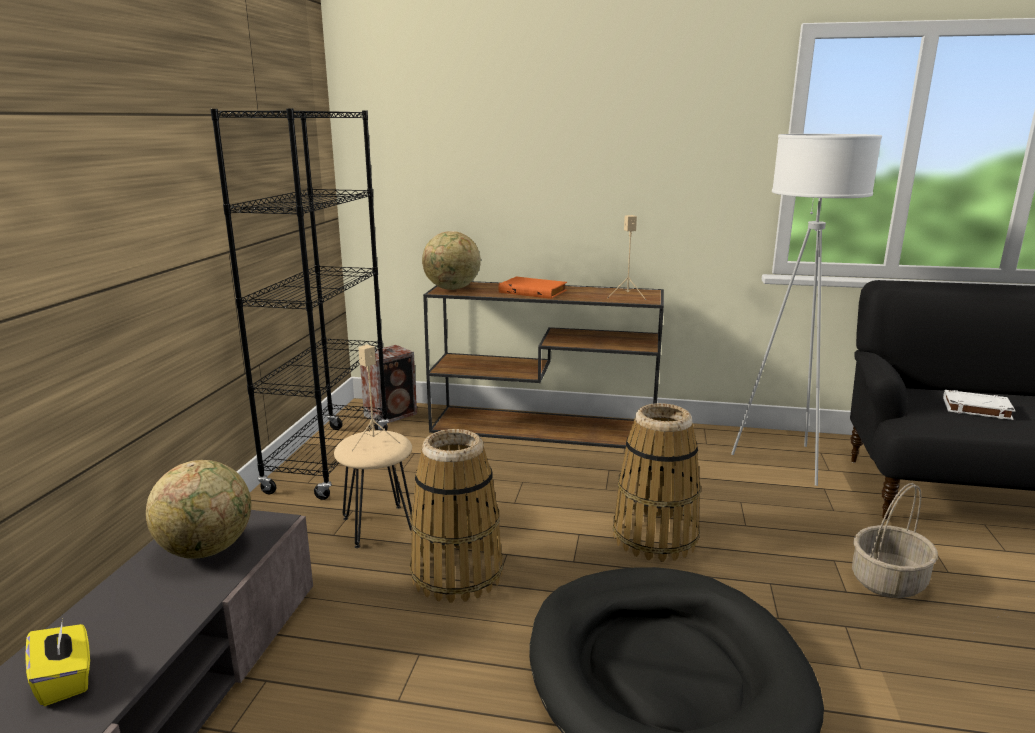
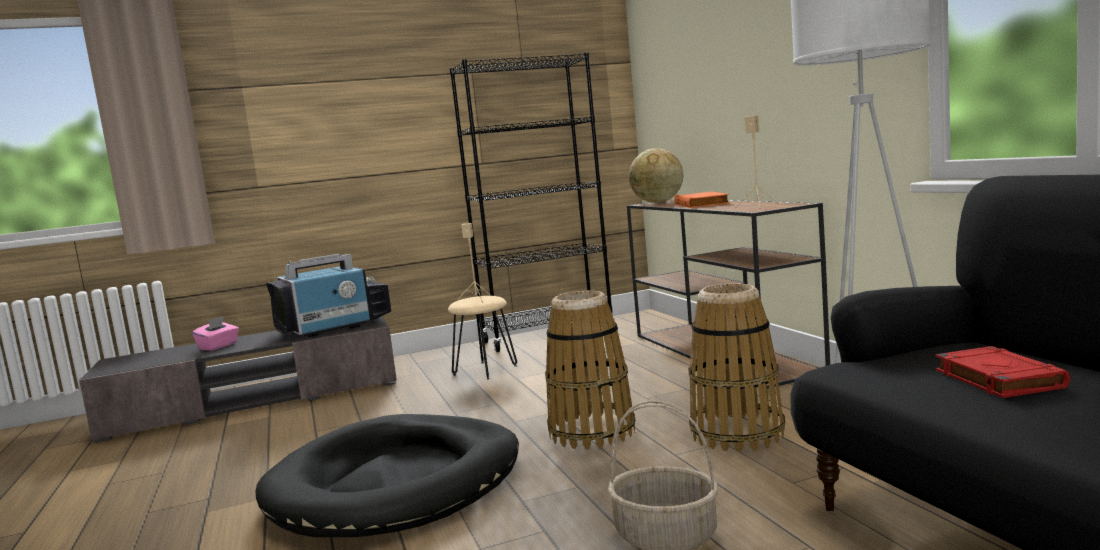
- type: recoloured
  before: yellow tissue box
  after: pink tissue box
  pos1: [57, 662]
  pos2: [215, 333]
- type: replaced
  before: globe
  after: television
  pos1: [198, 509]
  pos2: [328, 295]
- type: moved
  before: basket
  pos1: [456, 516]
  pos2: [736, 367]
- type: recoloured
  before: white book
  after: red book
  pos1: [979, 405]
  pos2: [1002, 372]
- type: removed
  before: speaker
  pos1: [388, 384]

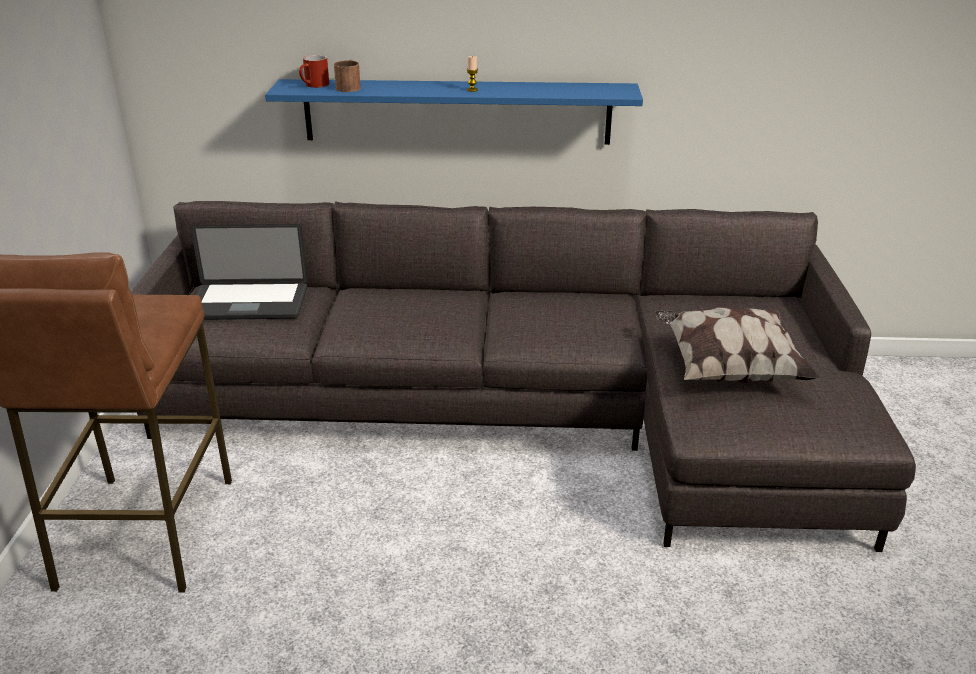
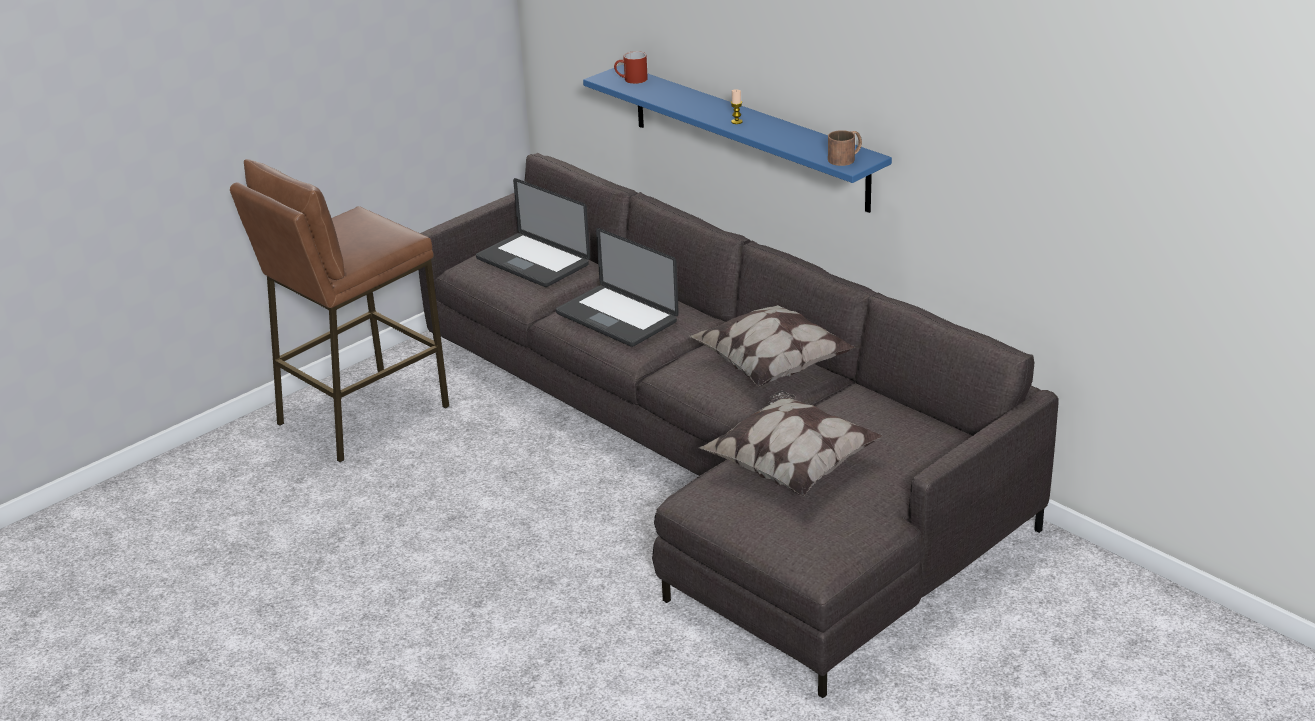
- type: added
  after: laptop
  pos2: [617, 287]
- type: added
  after: pillow
  pos2: [772, 345]
- type: moved
  before: brown mug
  pos1: [347, 76]
  pos2: [845, 148]

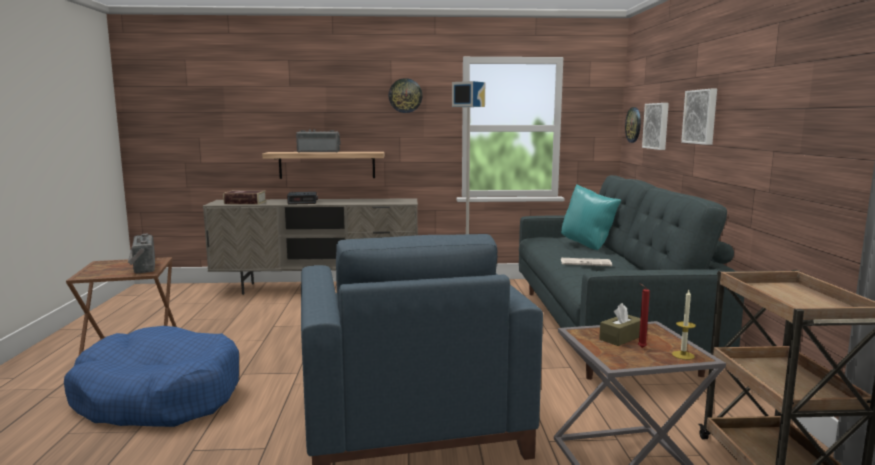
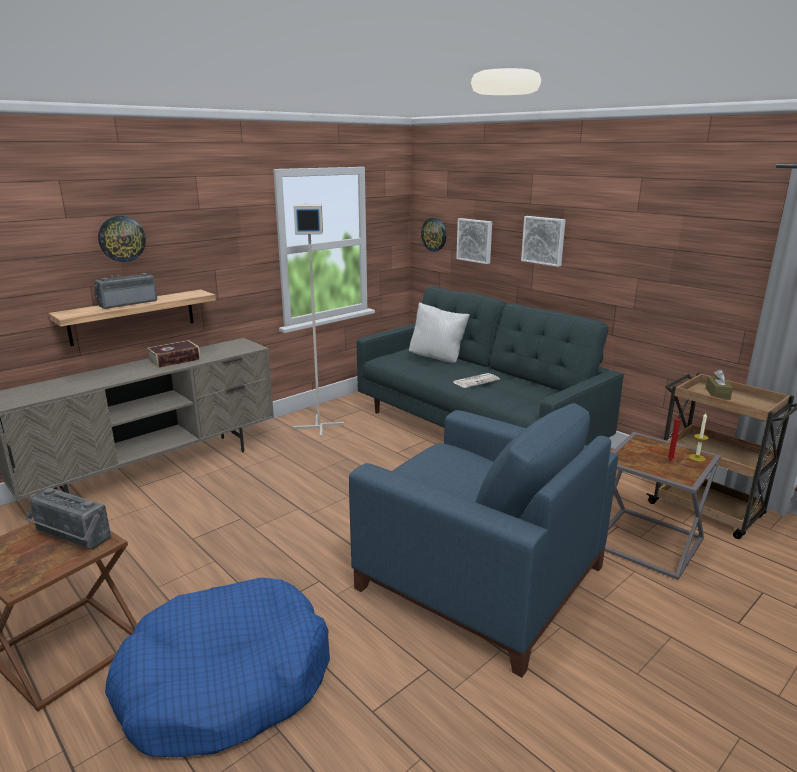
- type: moved
  before: wall clock
  pos1: [405, 95]
  pos2: [122, 239]
- type: moved
  before: book
  pos1: [244, 197]
  pos2: [174, 354]
- type: recoloured
  before: turquoise pillow
  after: white pillow
  pos1: [591, 217]
  pos2: [439, 332]
- type: moved
  before: brown tissue box
  pos1: [620, 324]
  pos2: [719, 384]
- type: removed
  before: alarm clock
  pos1: [302, 198]

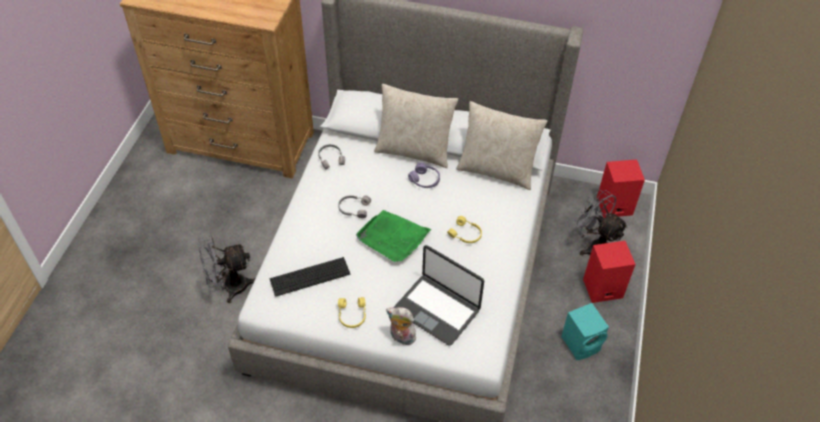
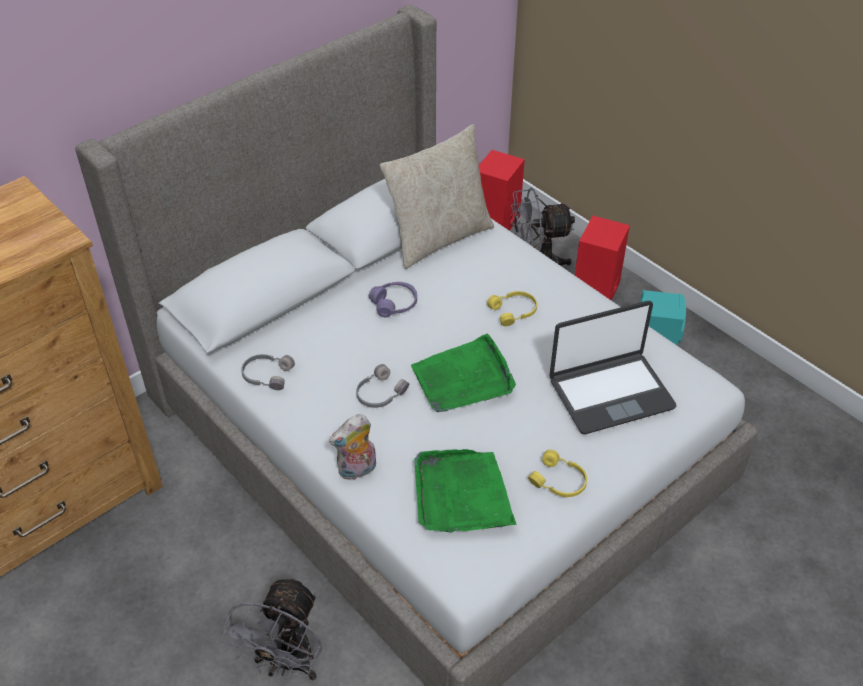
- type: moved
  before: plush toy
  pos1: [402, 326]
  pos2: [352, 447]
- type: replaced
  before: keyboard
  after: green tray
  pos1: [310, 277]
  pos2: [465, 491]
- type: removed
  before: beige pillow
  pos1: [416, 126]

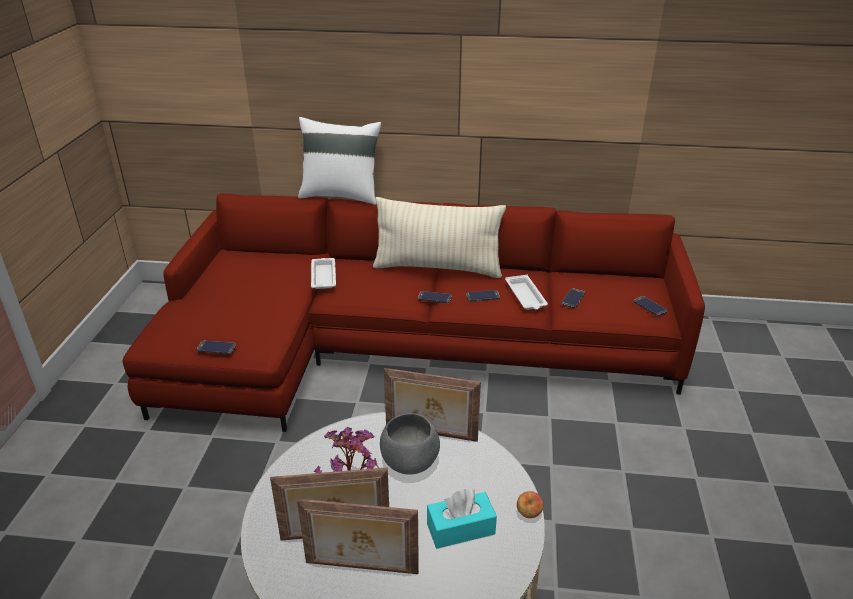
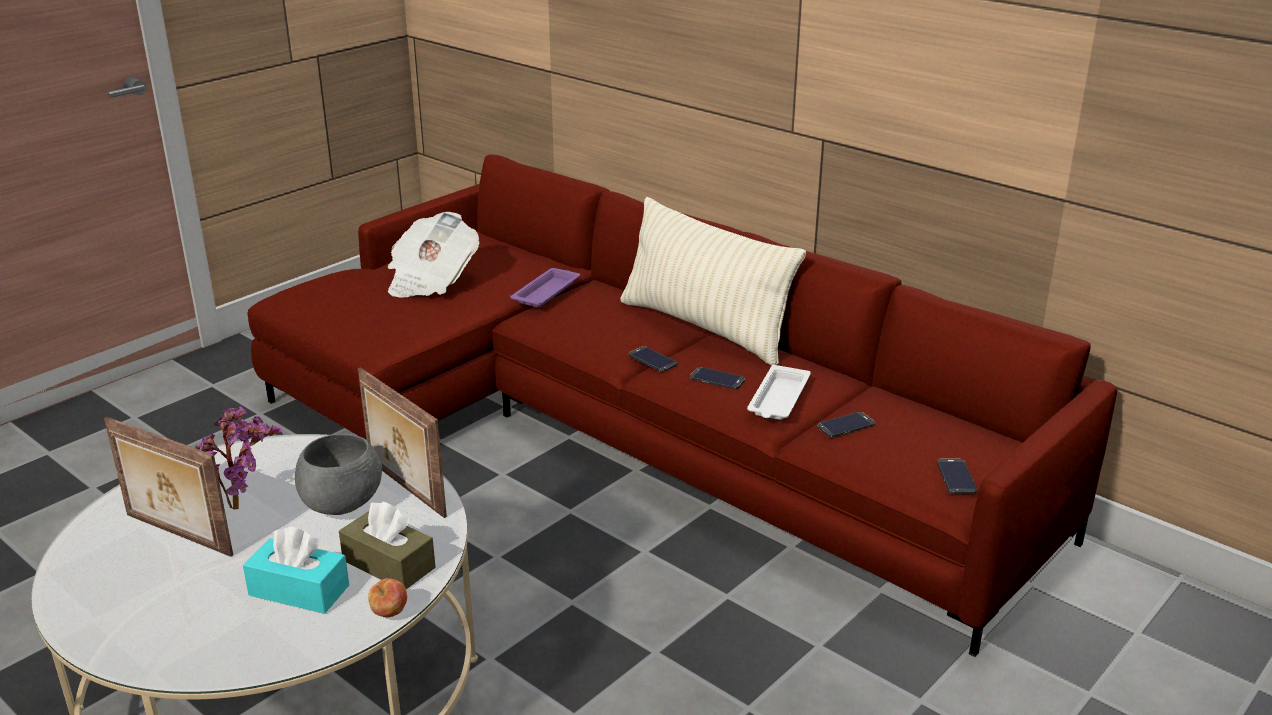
- type: added
  after: brown tissue box
  pos2: [387, 545]
- type: added
  after: newspaper
  pos2: [433, 255]
- type: recoloured
  before: white tray
  after: purple tray
  pos1: [323, 273]
  pos2: [545, 287]
- type: removed
  before: phone
  pos1: [216, 347]
- type: removed
  before: picture frame
  pos1: [358, 536]
- type: removed
  before: white pillow
  pos1: [339, 161]

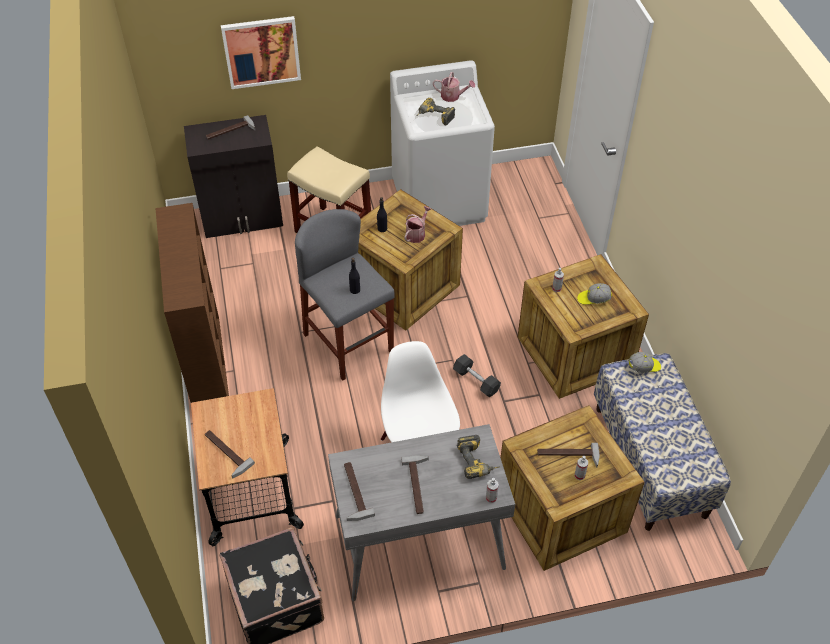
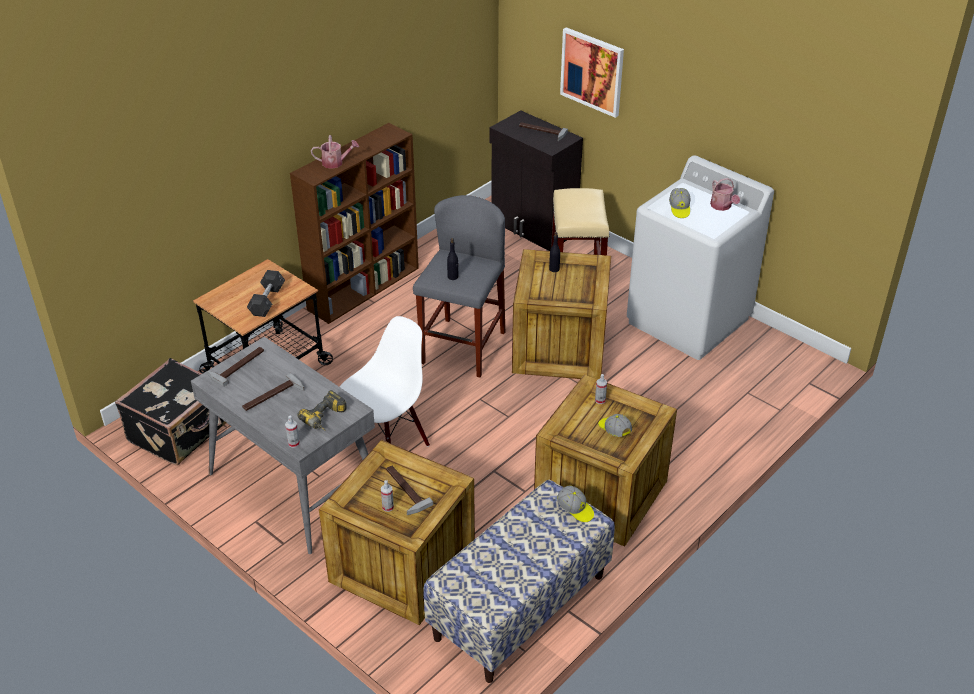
- type: moved
  before: grey dumbbell
  pos1: [477, 375]
  pos2: [266, 293]
- type: moved
  before: watering can
  pos1: [418, 224]
  pos2: [335, 152]
- type: replaced
  before: power drill
  after: cap
  pos1: [436, 112]
  pos2: [679, 203]
- type: removed
  before: hammer
  pos1: [230, 454]

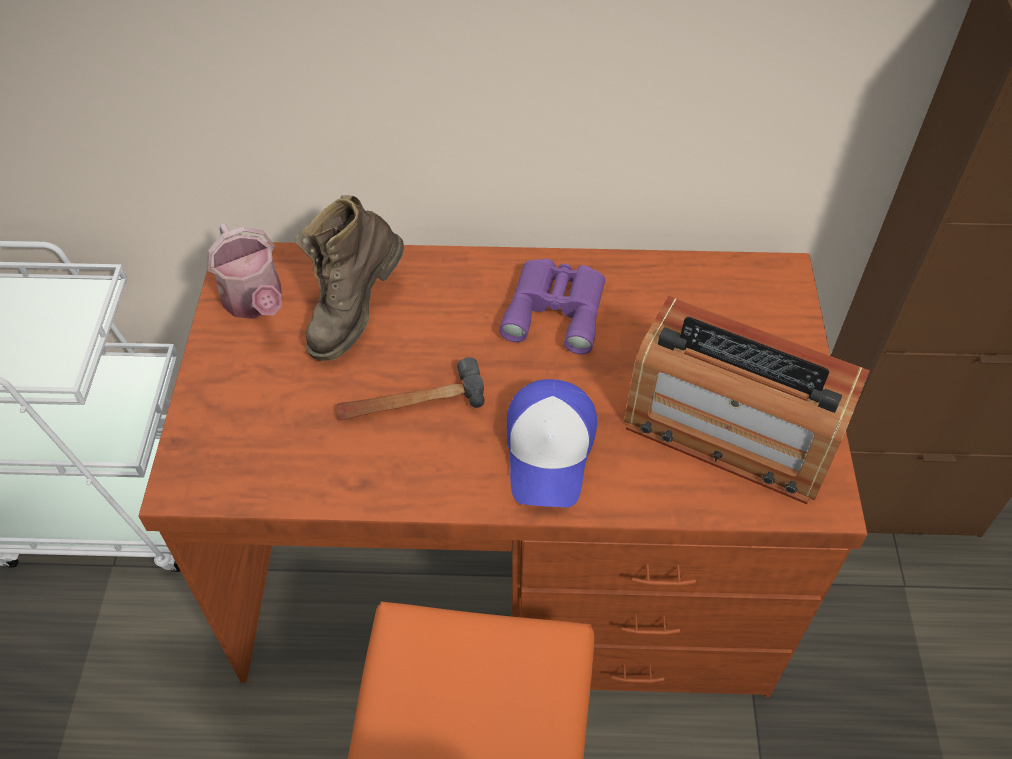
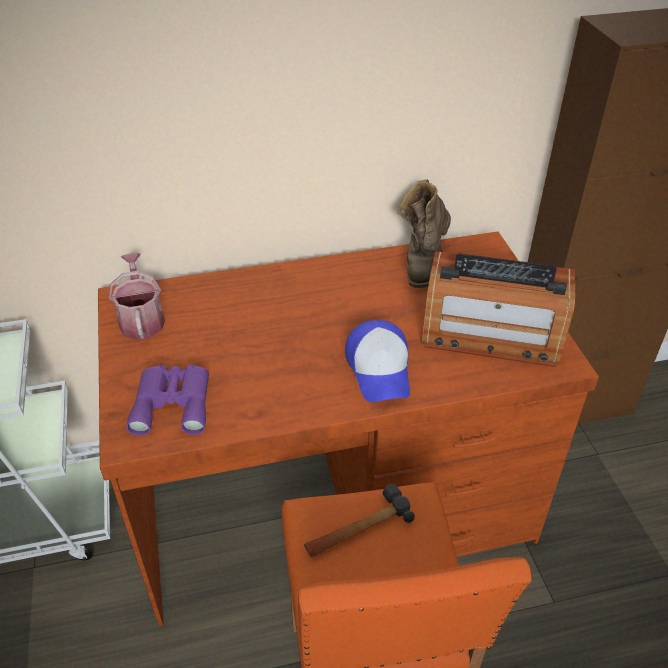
- type: turned
  before: watering can
  pos1: [244, 271]
  pos2: [137, 296]
  turn: -150
- type: moved
  before: purple binoculars
  pos1: [552, 306]
  pos2: [167, 400]
- type: moved
  before: hammer
  pos1: [411, 388]
  pos2: [359, 520]
- type: moved
  before: brown boot
  pos1: [349, 278]
  pos2: [424, 233]

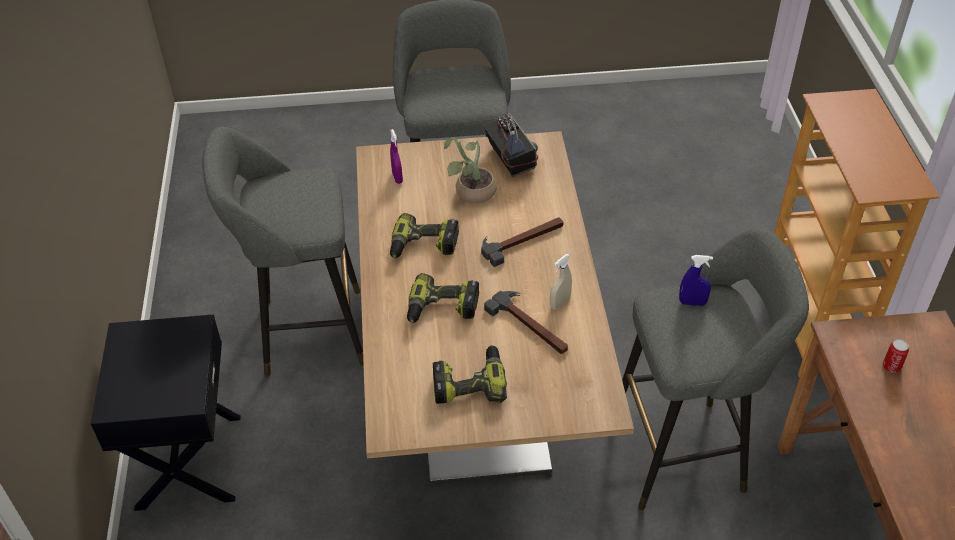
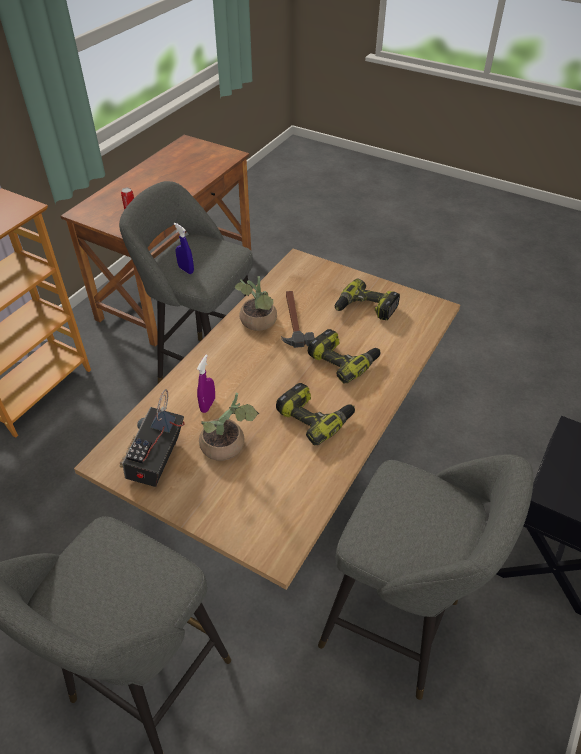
- type: moved
  before: purple spray bottle
  pos1: [396, 156]
  pos2: [206, 383]
- type: replaced
  before: beige spray bottle
  after: potted plant
  pos1: [561, 282]
  pos2: [256, 303]
- type: removed
  before: hammer
  pos1: [522, 242]

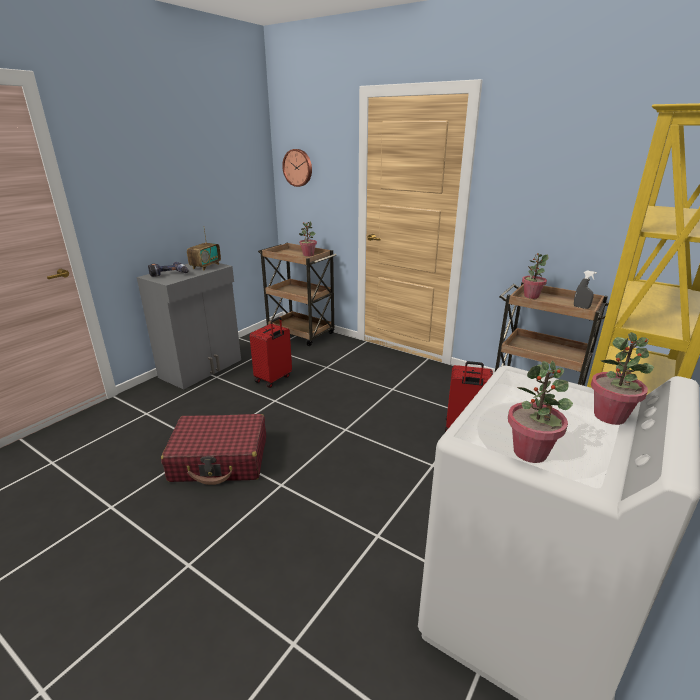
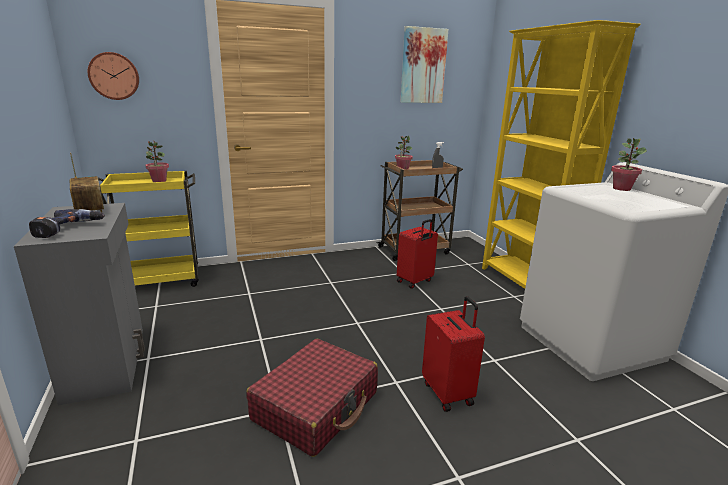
- type: recoloured
  before: brown cart
  after: yellow cart
  pos1: [297, 294]
  pos2: [148, 229]
- type: added
  after: picture
  pos2: [425, 64]
- type: moved
  before: red suitcase
  pos1: [270, 352]
  pos2: [453, 354]
- type: removed
  before: potted plant
  pos1: [540, 412]

